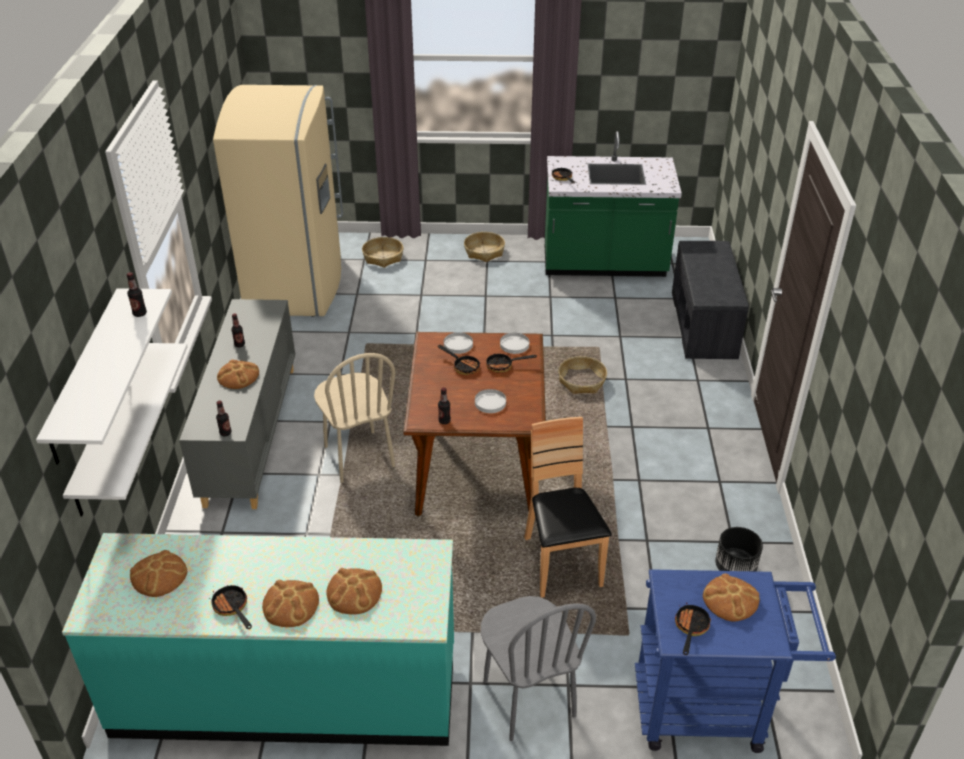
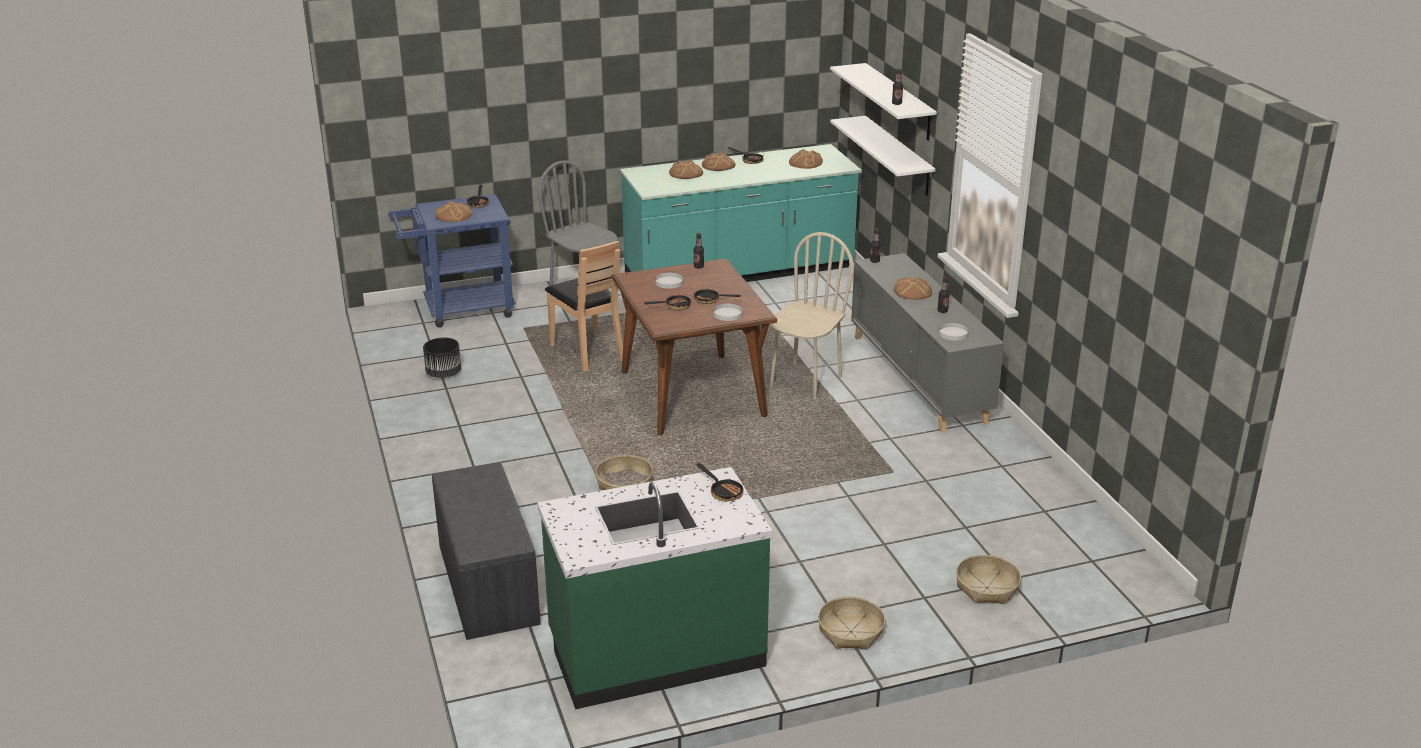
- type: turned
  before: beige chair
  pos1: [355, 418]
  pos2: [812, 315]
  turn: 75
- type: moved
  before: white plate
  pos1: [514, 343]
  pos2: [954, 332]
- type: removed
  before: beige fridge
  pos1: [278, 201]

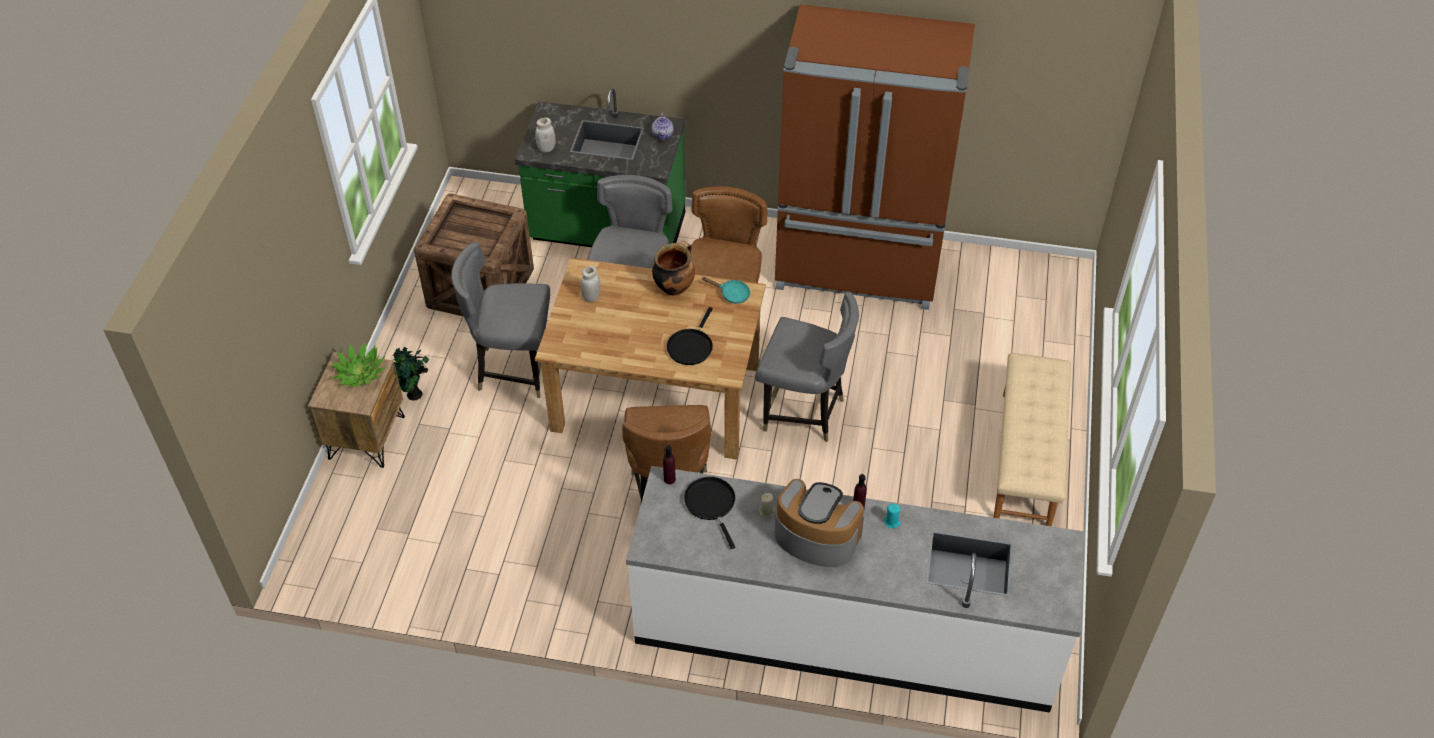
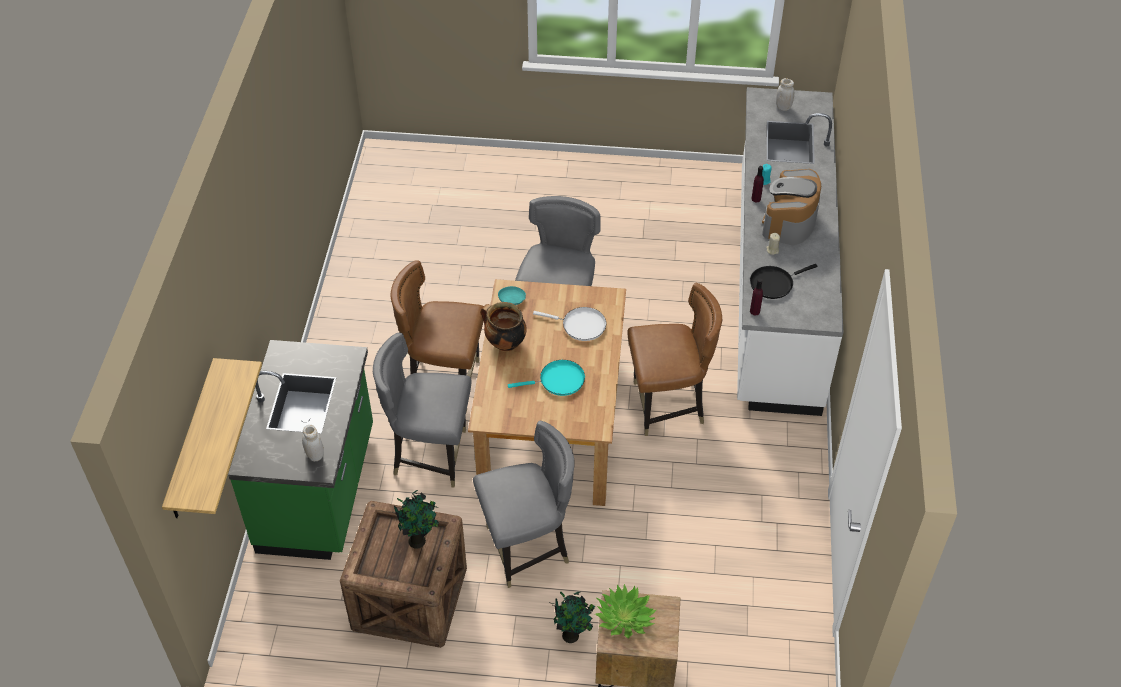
- type: added
  after: shelf
  pos2: [212, 438]
- type: added
  after: potted plant
  pos2: [415, 519]
- type: turned
  before: grey chair
  pos1: [500, 320]
  pos2: [524, 504]
  turn: -105
- type: added
  after: turquoise frying pan
  pos2: [546, 378]
- type: recoloured
  before: black frying pan
  after: white frying pan
  pos1: [689, 336]
  pos2: [569, 324]
- type: moved
  before: white jar
  pos1: [591, 284]
  pos2: [785, 94]
- type: removed
  before: teapot
  pos1: [663, 126]
- type: removed
  before: brown fridge
  pos1: [875, 157]
- type: removed
  before: beige bench
  pos1: [1032, 439]

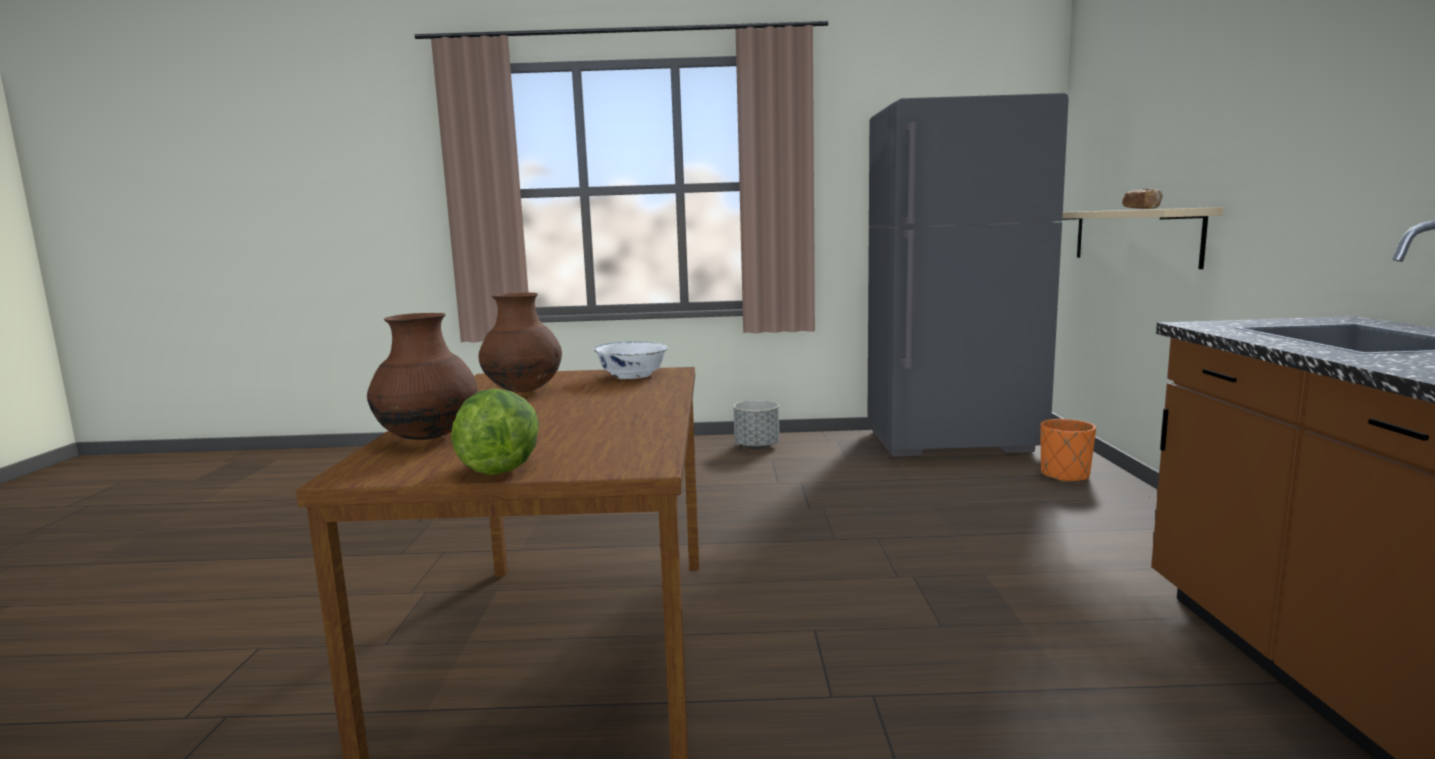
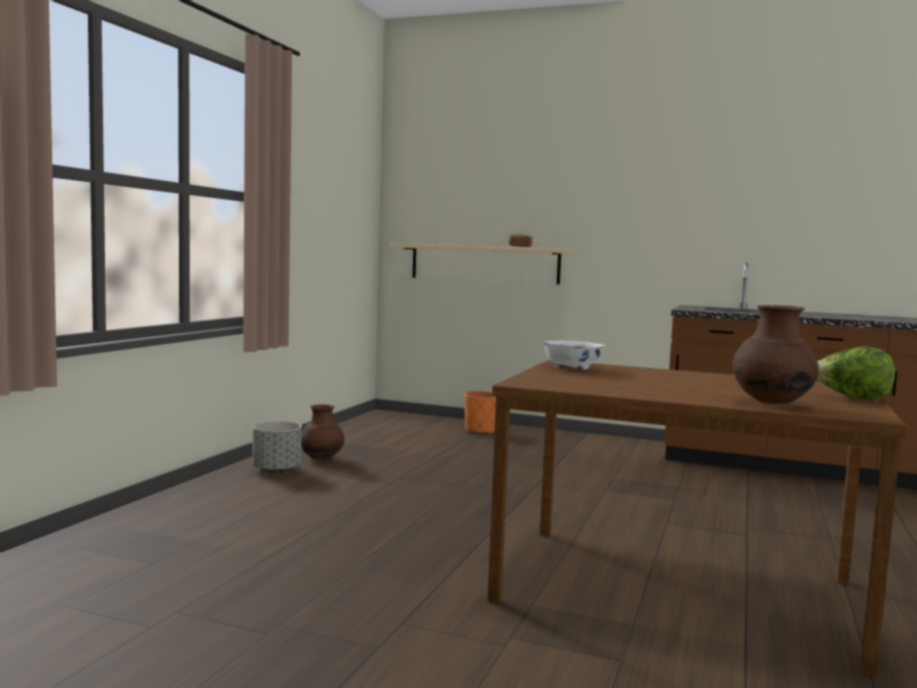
- type: moved
  before: brown vase
  pos1: [520, 343]
  pos2: [322, 431]
- type: removed
  before: grey fridge
  pos1: [968, 275]

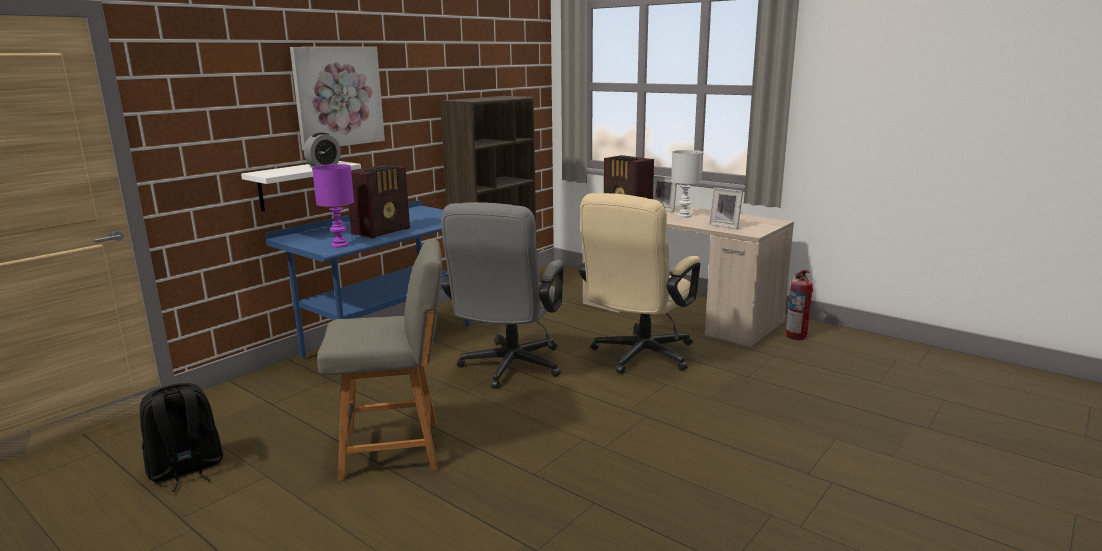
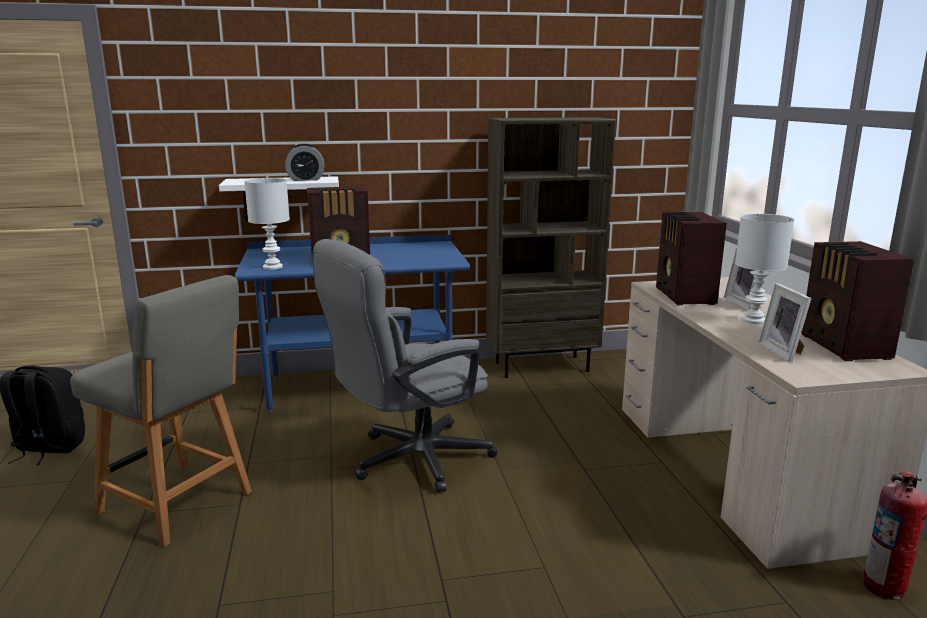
- type: recoloured
  before: purple table lamp
  after: white table lamp
  pos1: [333, 206]
  pos2: [267, 224]
- type: added
  after: radio
  pos2: [857, 301]
- type: removed
  before: picture
  pos1: [337, 98]
- type: removed
  before: beige office chair
  pos1: [639, 283]

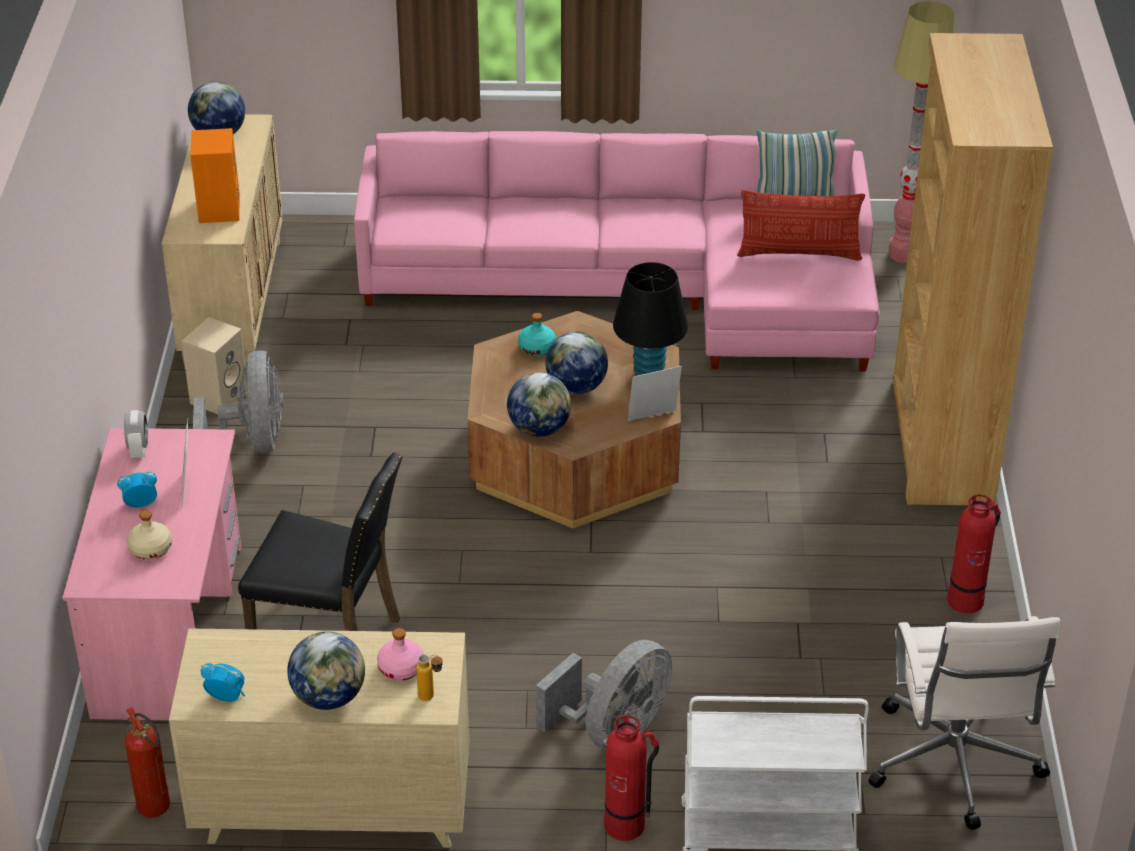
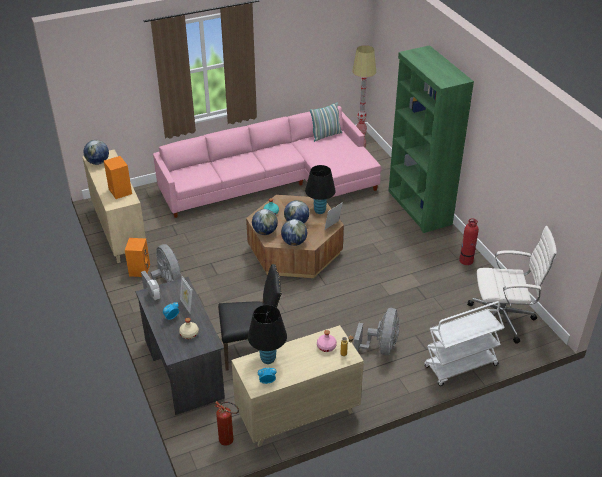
- type: recoloured
  before: beige speaker
  after: orange speaker
  pos1: [214, 365]
  pos2: [137, 257]
- type: recoloured
  before: pink desk
  after: grey desk
  pos1: [152, 574]
  pos2: [180, 346]
- type: added
  after: black table lamp
  pos2: [267, 334]
- type: moved
  before: globe
  pos1: [326, 671]
  pos2: [265, 222]
- type: recoloured
  before: brown bookcase
  after: green bookcase
  pos1: [973, 269]
  pos2: [431, 139]
- type: turned
  before: white office chair
  pos1: [964, 723]
  pos2: [512, 285]
  turn: -60
- type: removed
  before: fire extinguisher
  pos1: [631, 778]
- type: removed
  before: pillow
  pos1: [801, 225]

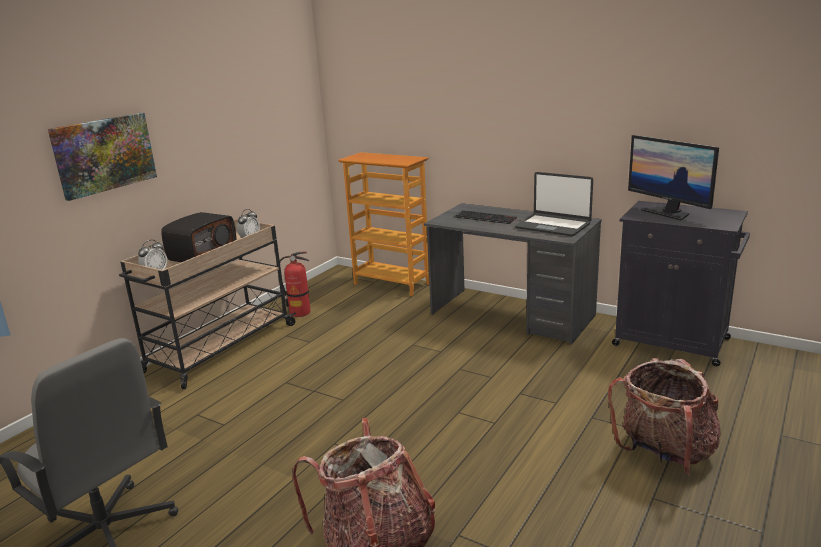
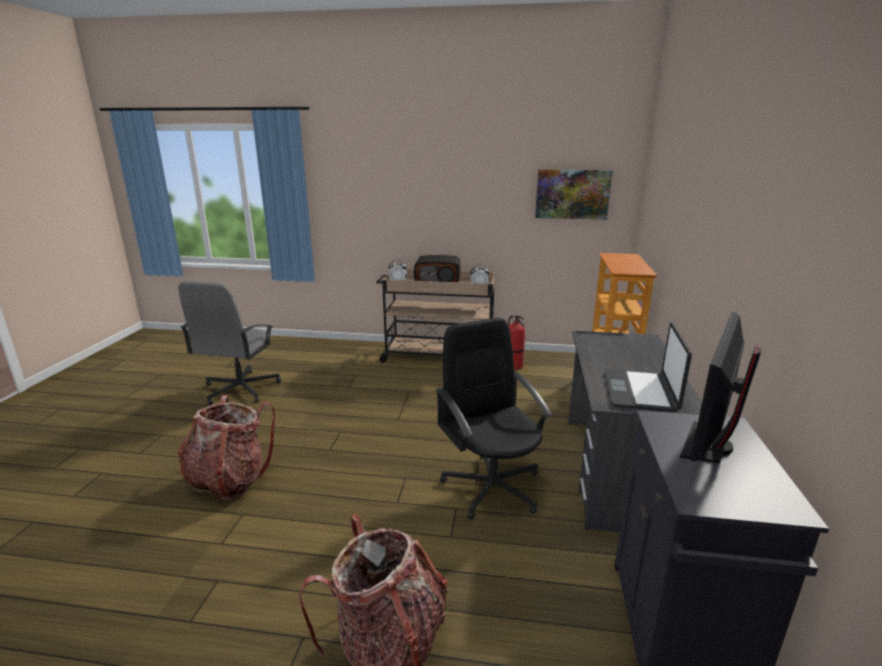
- type: added
  after: black office chair
  pos2: [493, 418]
- type: moved
  before: picture
  pos1: [102, 157]
  pos2: [574, 194]
- type: removed
  before: keyboard
  pos1: [485, 217]

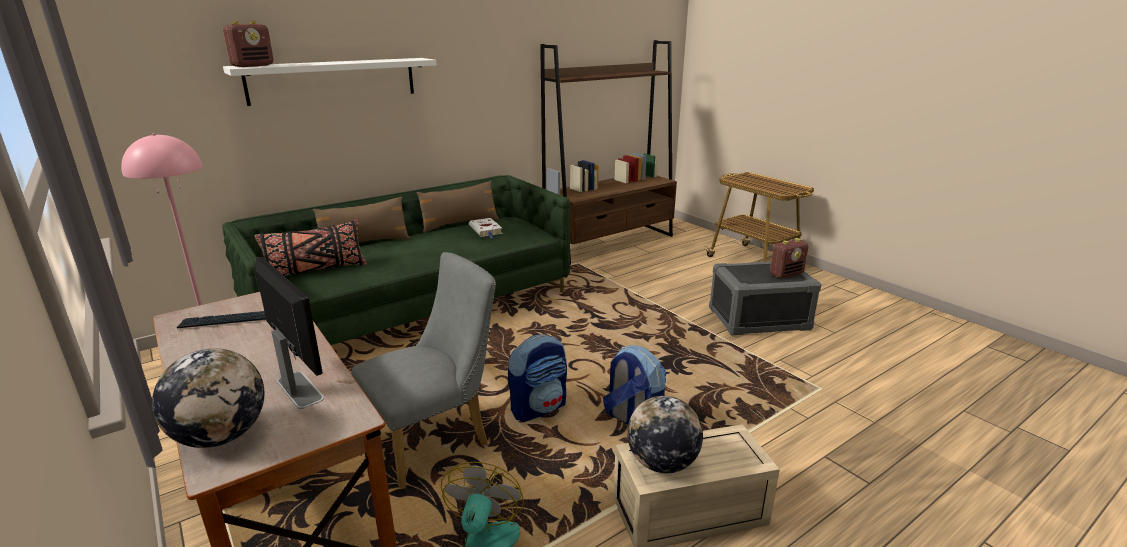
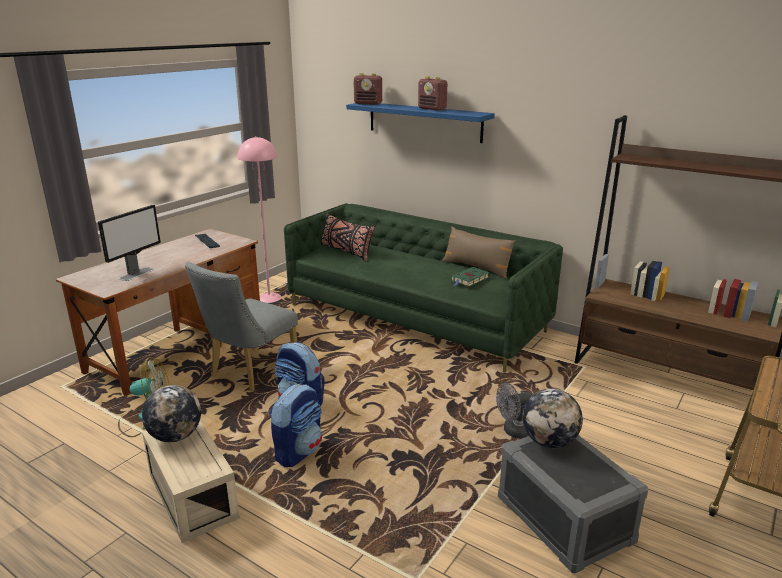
- type: turned
  before: grey chair
  pos1: [423, 370]
  pos2: [241, 326]
  turn: 90
- type: recoloured
  before: white shelf
  after: blue shelf
  pos1: [330, 82]
  pos2: [420, 123]
- type: moved
  before: radio
  pos1: [789, 258]
  pos2: [433, 93]
- type: recoloured
  before: white book
  after: green book
  pos1: [486, 228]
  pos2: [470, 277]
- type: added
  after: grey fan
  pos2: [514, 410]
- type: moved
  before: globe
  pos1: [208, 398]
  pos2: [552, 418]
- type: removed
  before: brown pillow
  pos1: [361, 219]

